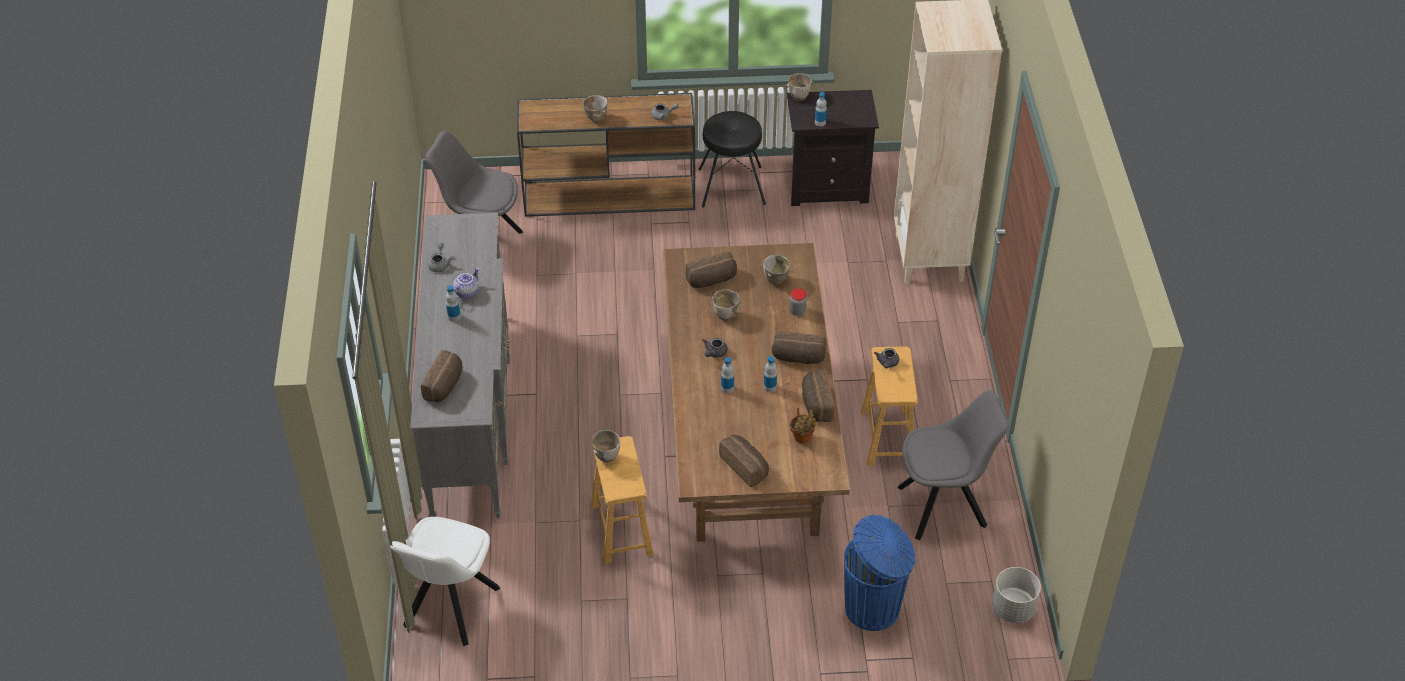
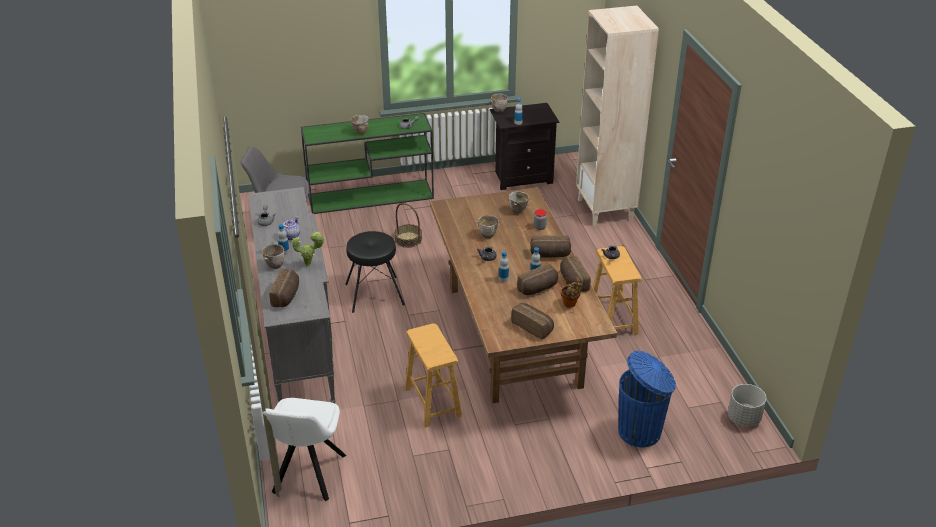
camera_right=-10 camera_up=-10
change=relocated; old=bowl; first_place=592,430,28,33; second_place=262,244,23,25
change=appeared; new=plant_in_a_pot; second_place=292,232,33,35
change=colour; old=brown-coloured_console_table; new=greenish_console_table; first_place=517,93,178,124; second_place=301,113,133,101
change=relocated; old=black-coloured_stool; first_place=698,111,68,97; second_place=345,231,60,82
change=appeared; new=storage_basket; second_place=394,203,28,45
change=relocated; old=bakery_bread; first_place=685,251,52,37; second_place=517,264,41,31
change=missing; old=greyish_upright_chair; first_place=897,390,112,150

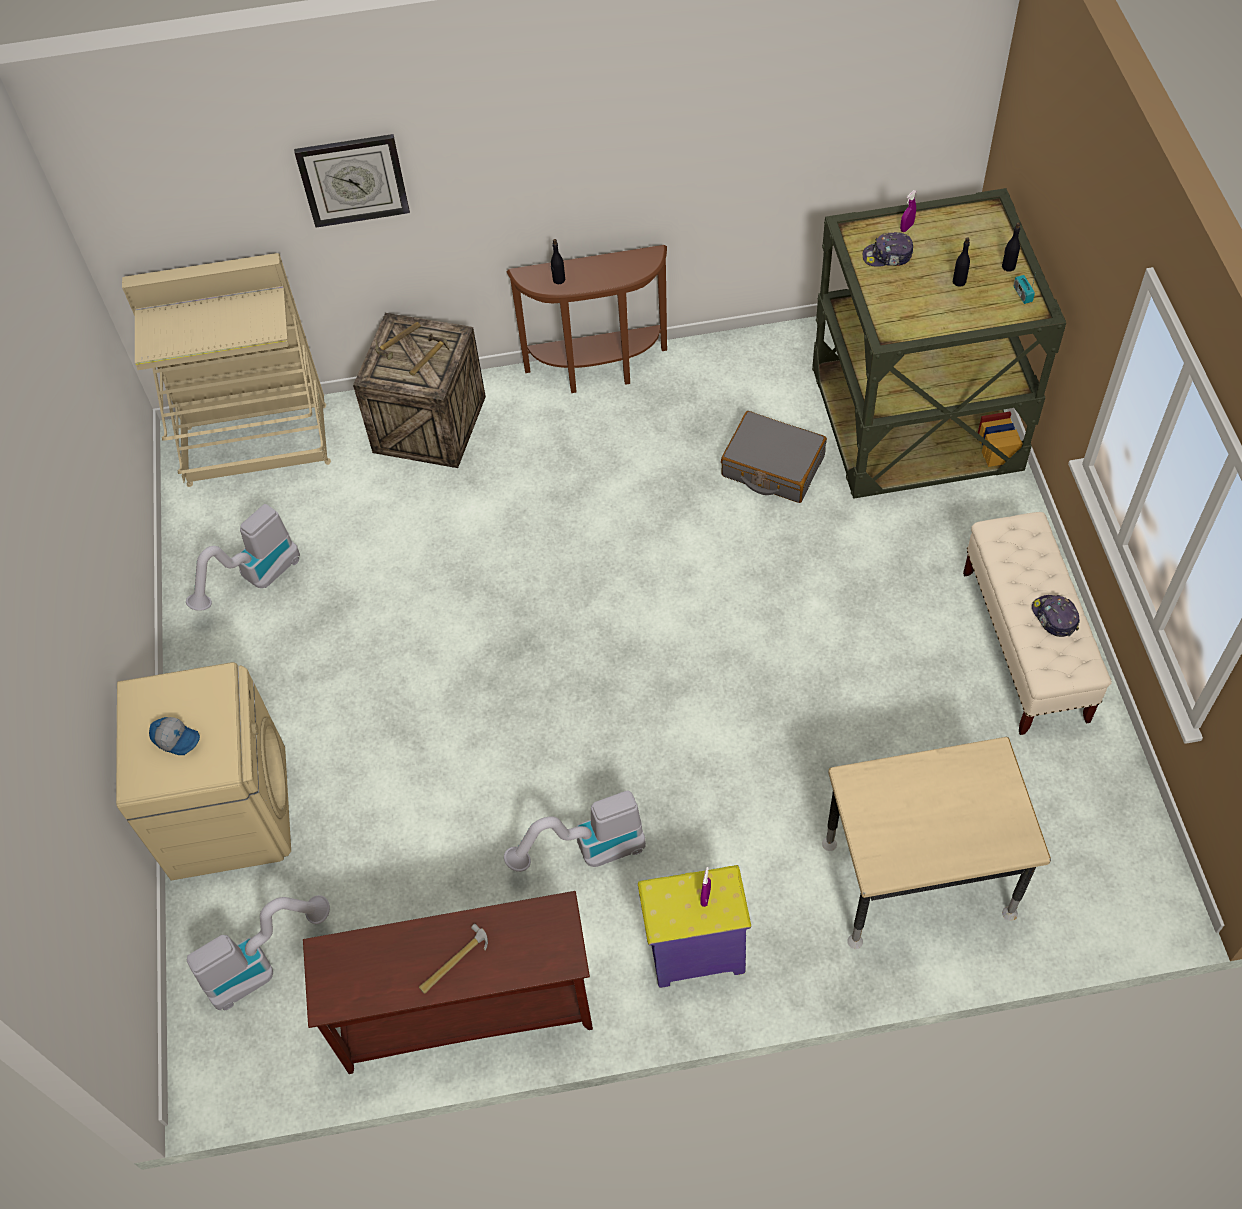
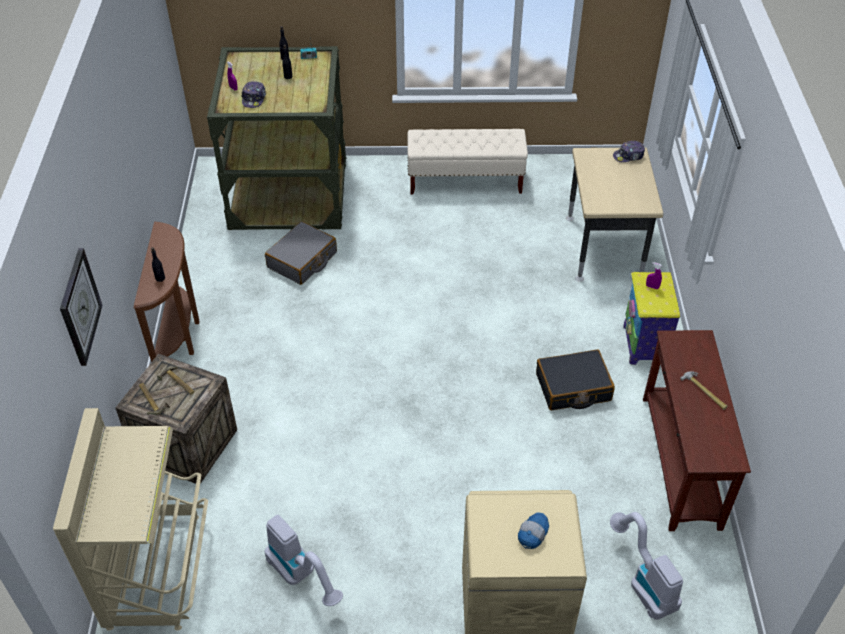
camera_right=-85 camera_up=-10
change=exchanged; old=vacuum; new=black-coloured_suitcase; first_place=504,790,142,82; second_place=536,349,79,61
change=relocated; old=peaked_cap; first_place=1032,595,48,42; second_place=613,141,32,21

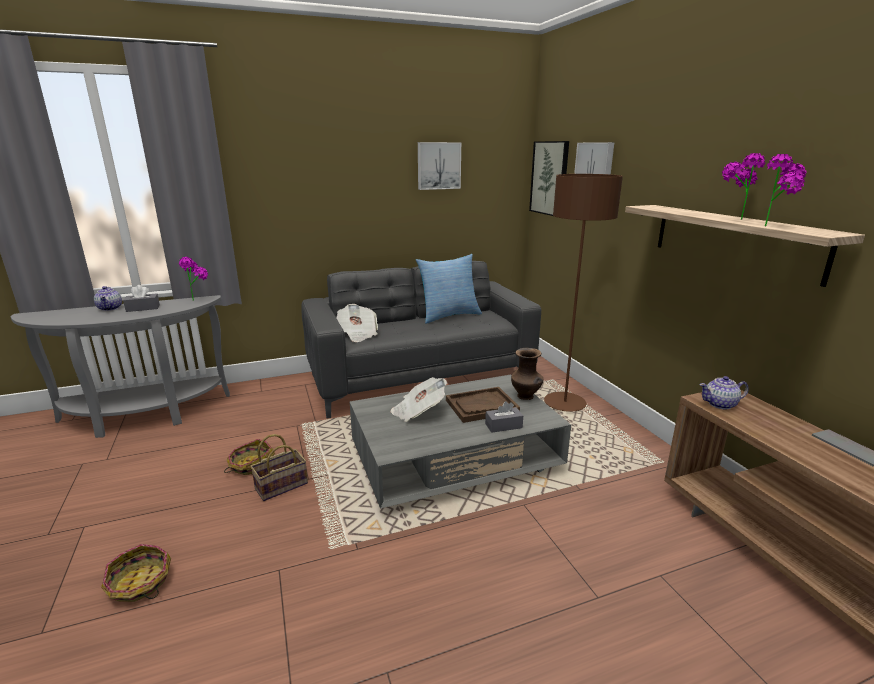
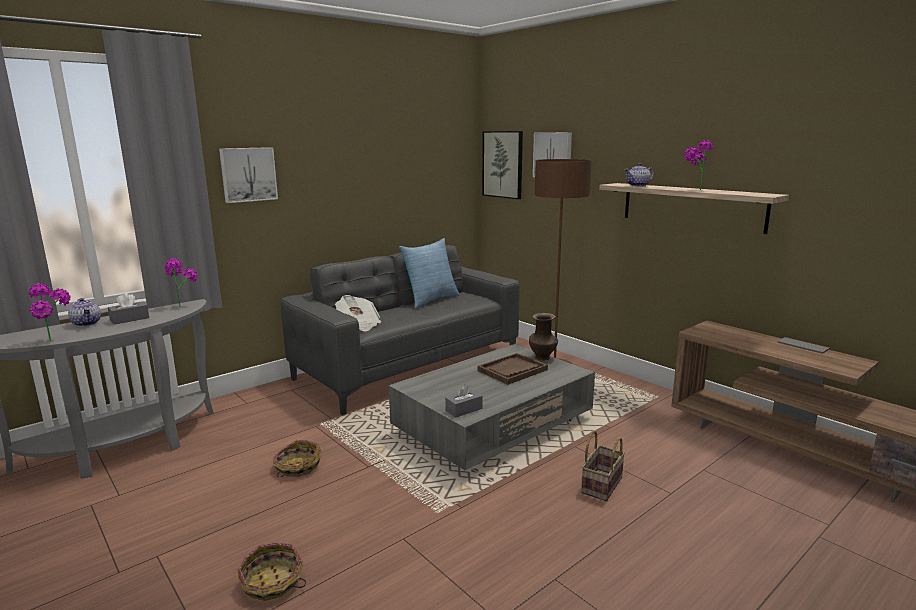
camera_right=-20 camera_up=-5
change=relocated; old=plant_in_a_pot; first_place=765,154,41,72; second_place=29,283,42,58
change=relocated; old=picture; first_place=418,142,43,48; second_place=219,147,59,56
change=relocated; old=greyish_box_of_tissues; first_place=485,401,38,32; second_place=445,384,38,34
change=relocated; old=storage_basket; first_place=250,434,58,67; second_place=581,430,44,71
change=relocated; old=teapot; first_place=699,376,50,34; second_place=624,163,30,24
change=missing; old=printed_paper; first_place=391,377,56,45

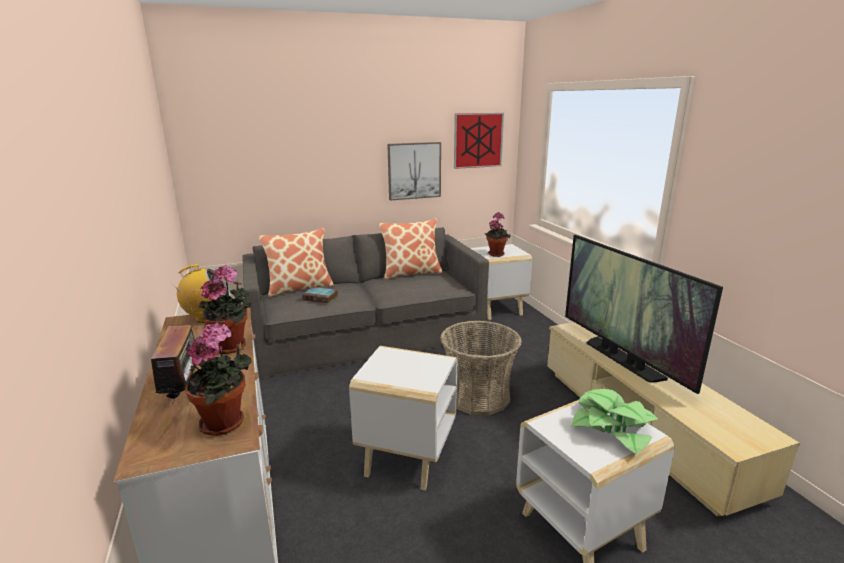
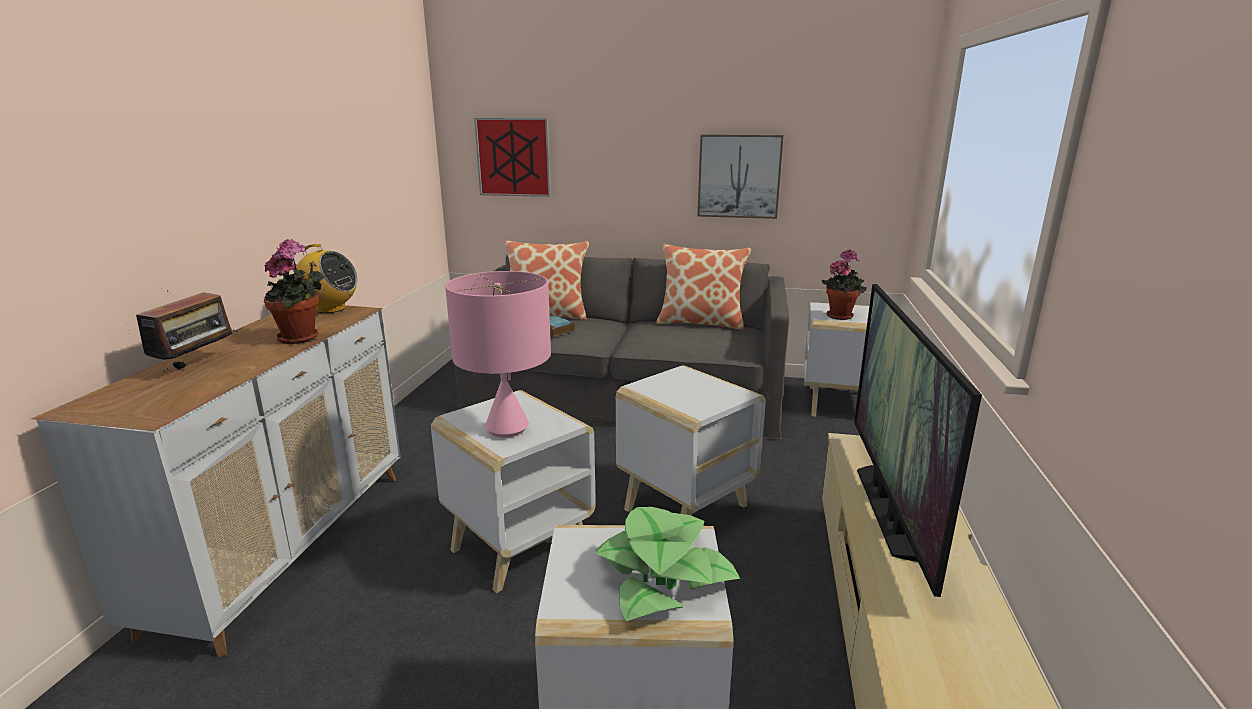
camera_right=30 camera_up=0
change=appeared; new=pinkish_lamp_for_a_table; second_place=445,271,106,167
change=relocated; old=picture; first_place=454,113,50,56; second_place=474,118,77,79
change=exchanged; old=storage_basket; new=white_side_table; first_place=440,320,82,95; second_place=616,365,150,151
change=missing; old=plant_in_a_pot; first_place=185,322,67,114

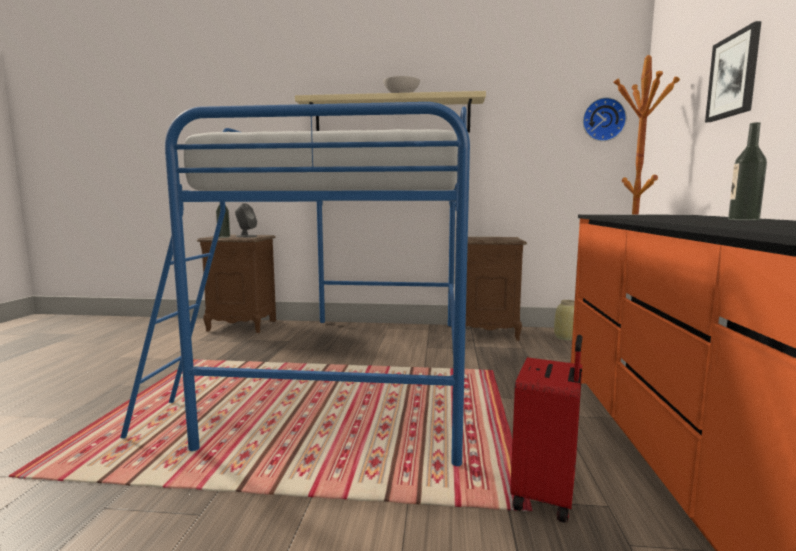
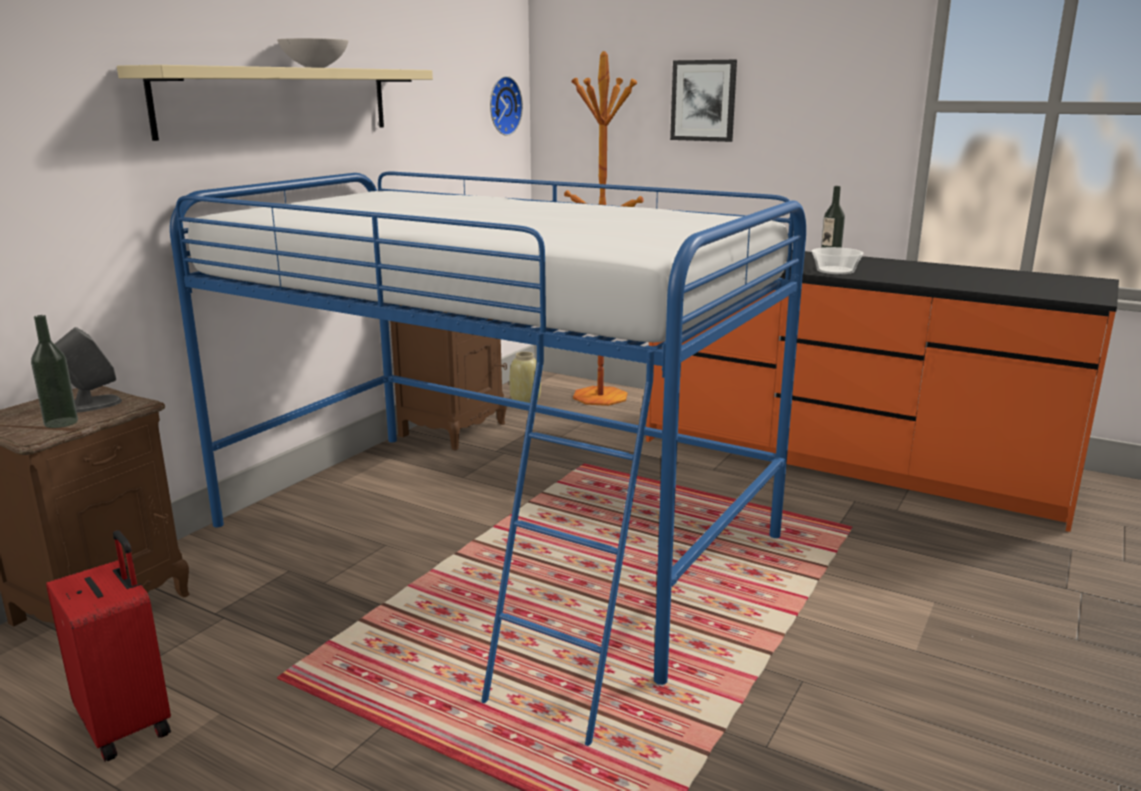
camera_right=-65 camera_up=10
change=relocated; old=red-coloured_suitcase; first_place=510,335,72,188; second_place=46,530,125,232
change=appeared; new=bowl; second_place=812,247,52,27

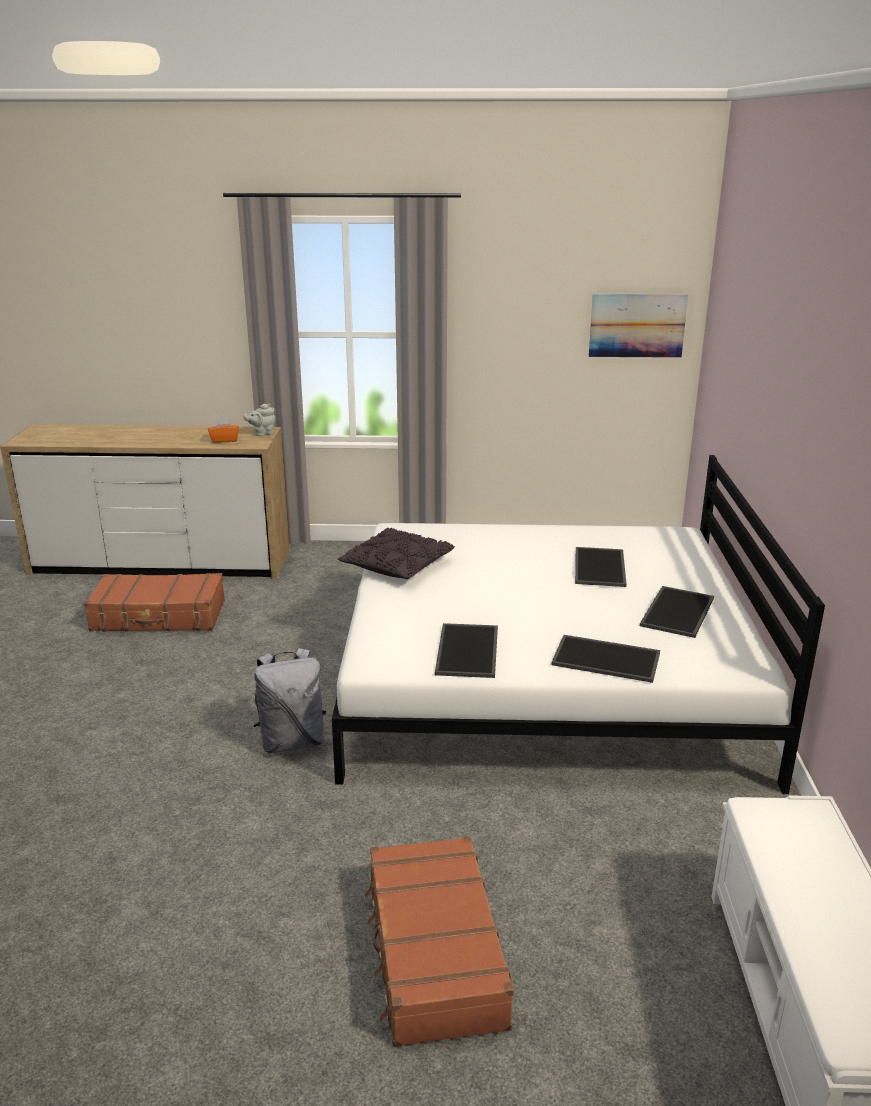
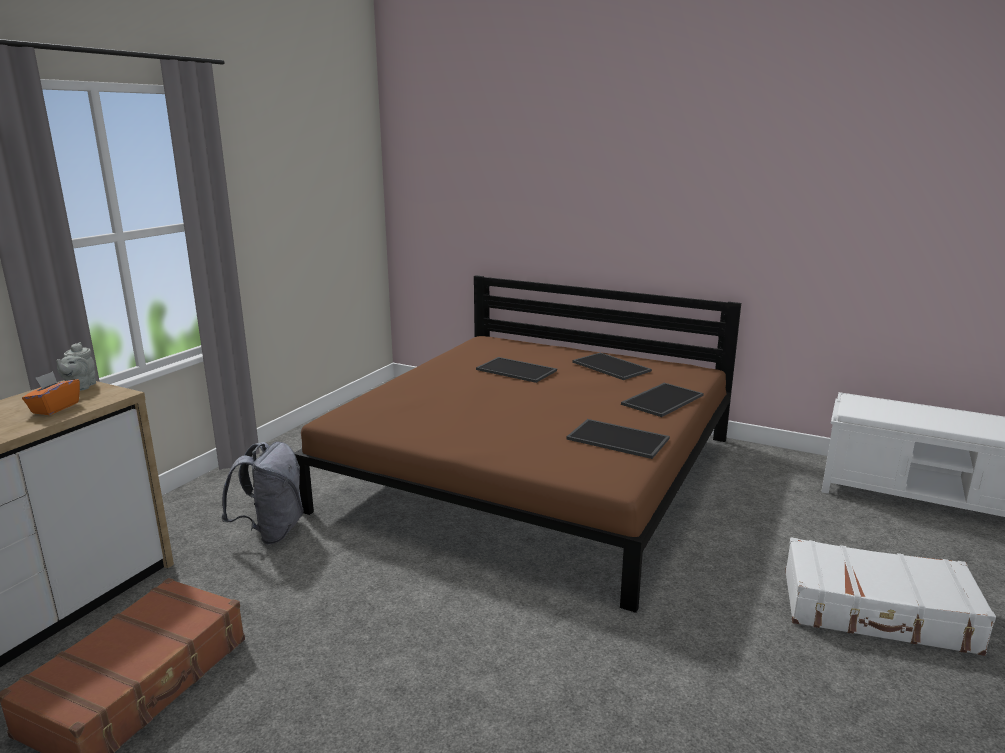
camera_right=-65 camera_up=-5
change=relocated; old=greyish_backpack; first_place=254,648,72,105; second_place=221,442,83,103
change=colour; old=white_bed; new=brown-coloured_bed; first_place=332,455,493,339; second_place=295,275,446,338
change=colour; old=brown-coloured_suitcase; new=white_suitcase; first_place=364,836,150,211; second_place=785,537,211,119
change=missing; old=black-coloured_throw_pillow; first_place=338,528,117,51
change=missing; old=picture; first_place=589,294,99,64

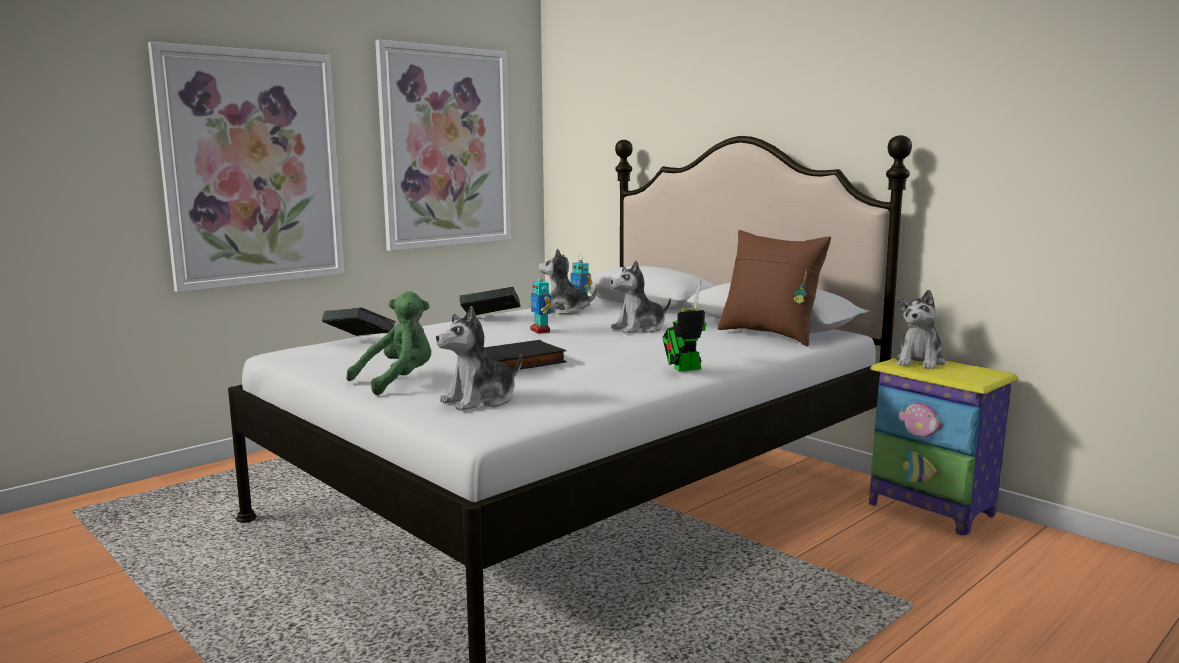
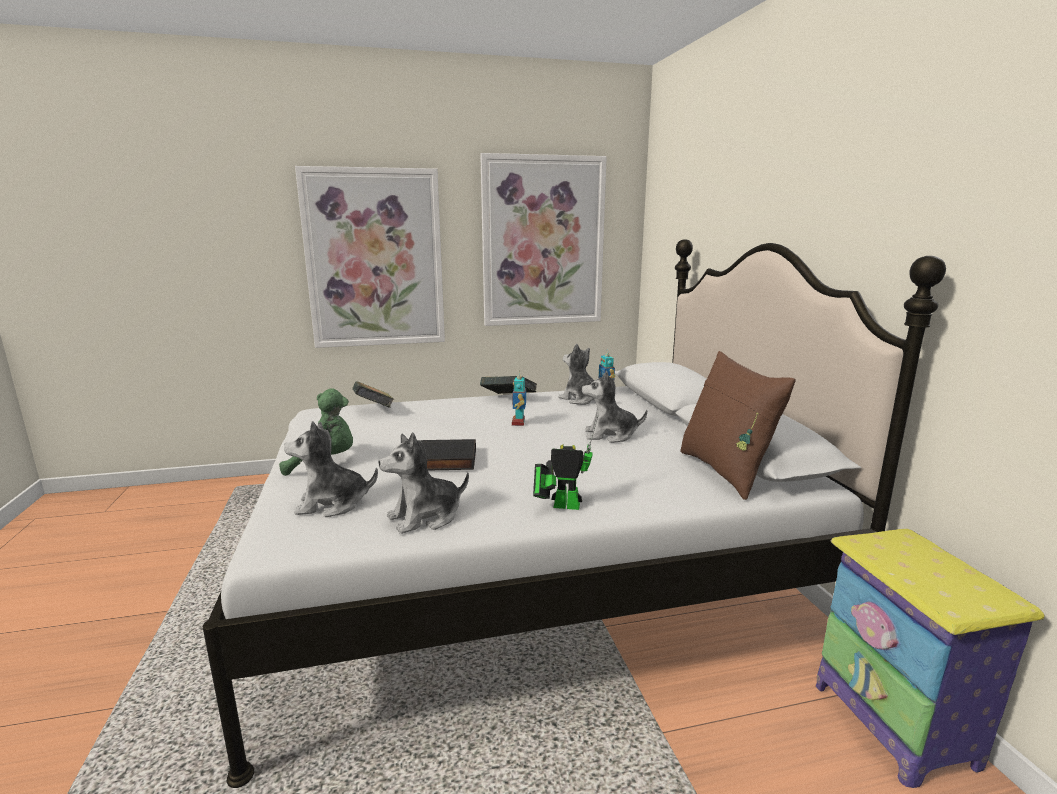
camera_right=30 camera_up=5
change=relocated; old=soft_toy; first_place=896,290,49,79; second_place=378,432,91,102

